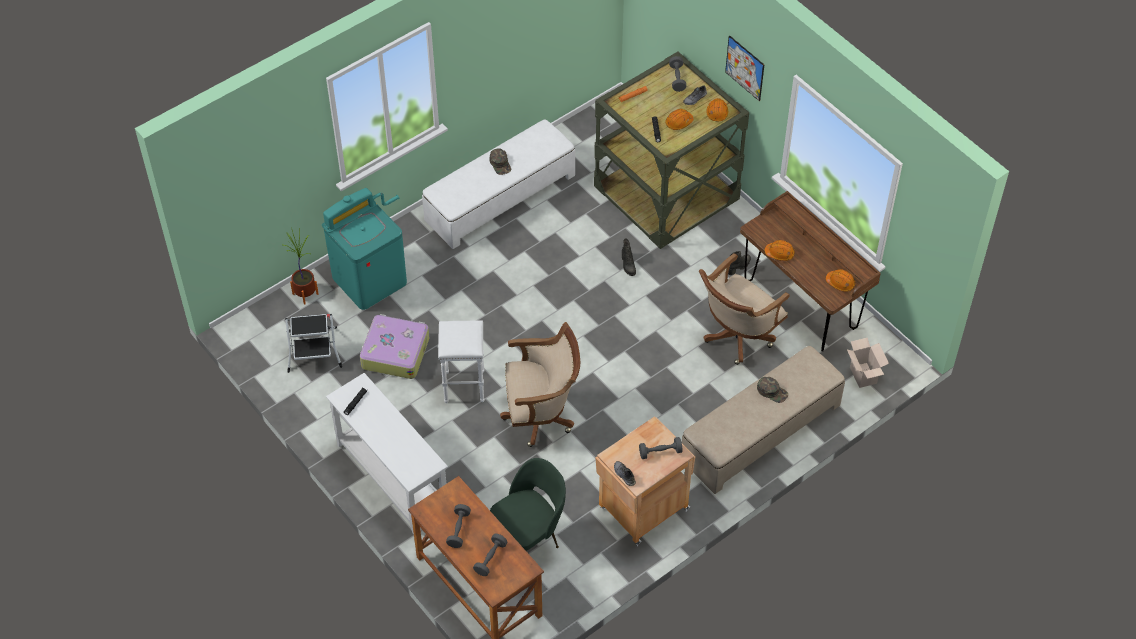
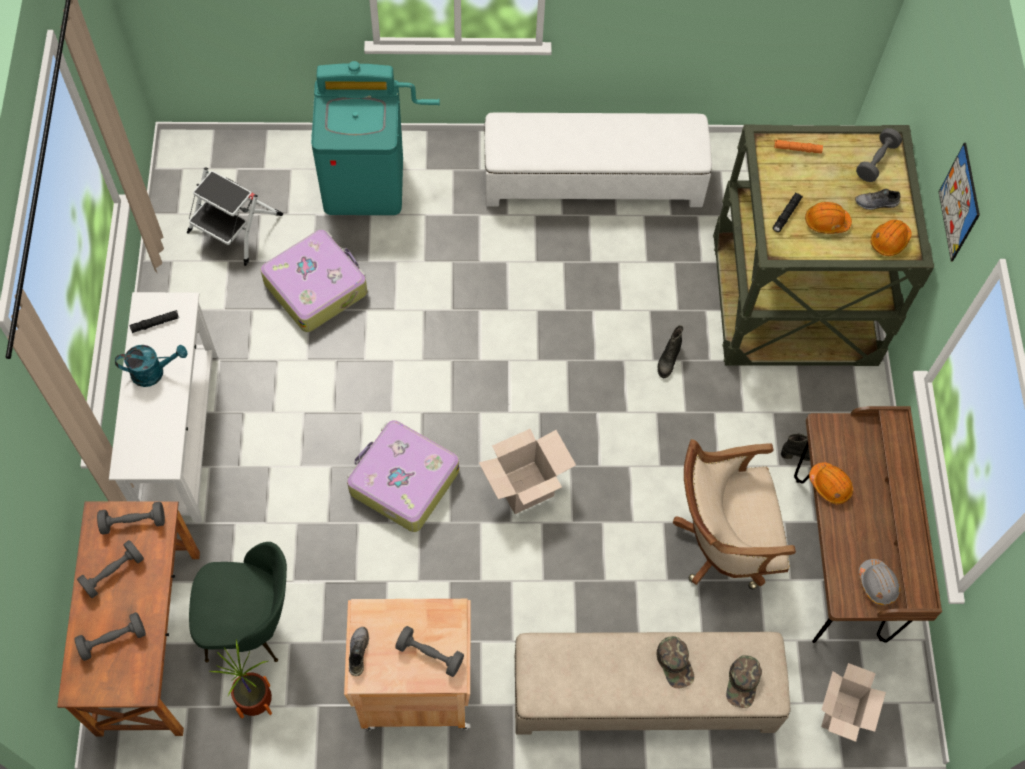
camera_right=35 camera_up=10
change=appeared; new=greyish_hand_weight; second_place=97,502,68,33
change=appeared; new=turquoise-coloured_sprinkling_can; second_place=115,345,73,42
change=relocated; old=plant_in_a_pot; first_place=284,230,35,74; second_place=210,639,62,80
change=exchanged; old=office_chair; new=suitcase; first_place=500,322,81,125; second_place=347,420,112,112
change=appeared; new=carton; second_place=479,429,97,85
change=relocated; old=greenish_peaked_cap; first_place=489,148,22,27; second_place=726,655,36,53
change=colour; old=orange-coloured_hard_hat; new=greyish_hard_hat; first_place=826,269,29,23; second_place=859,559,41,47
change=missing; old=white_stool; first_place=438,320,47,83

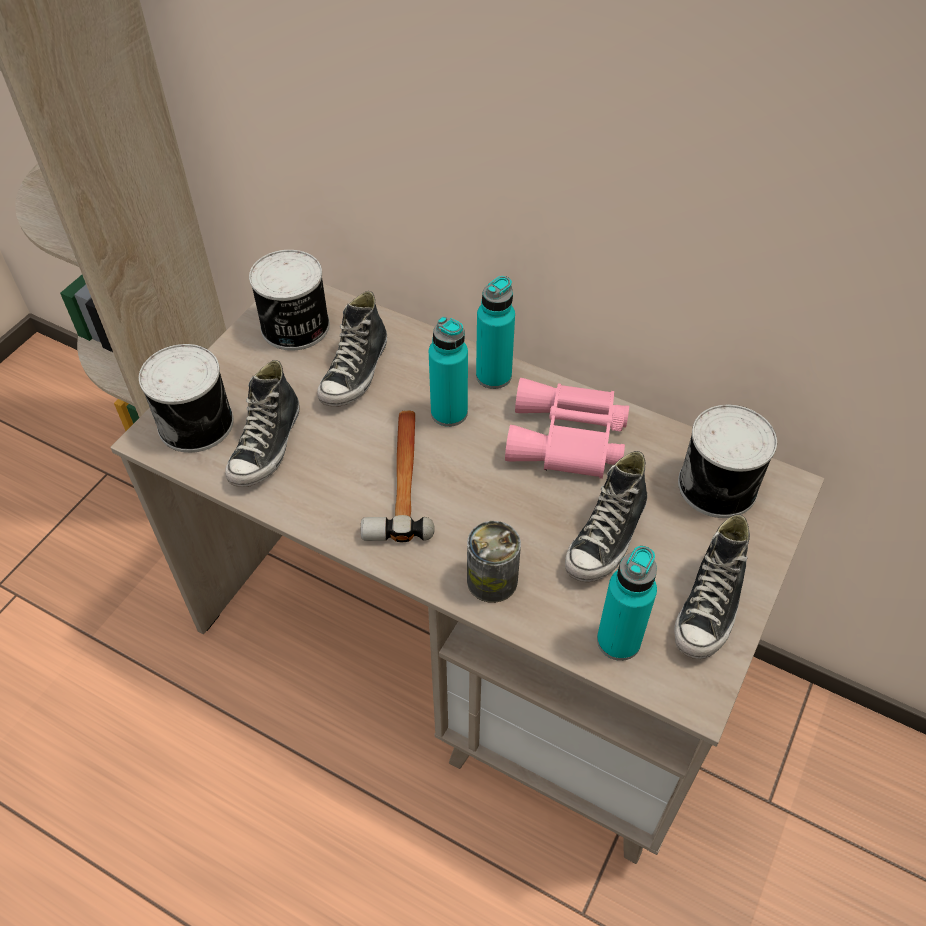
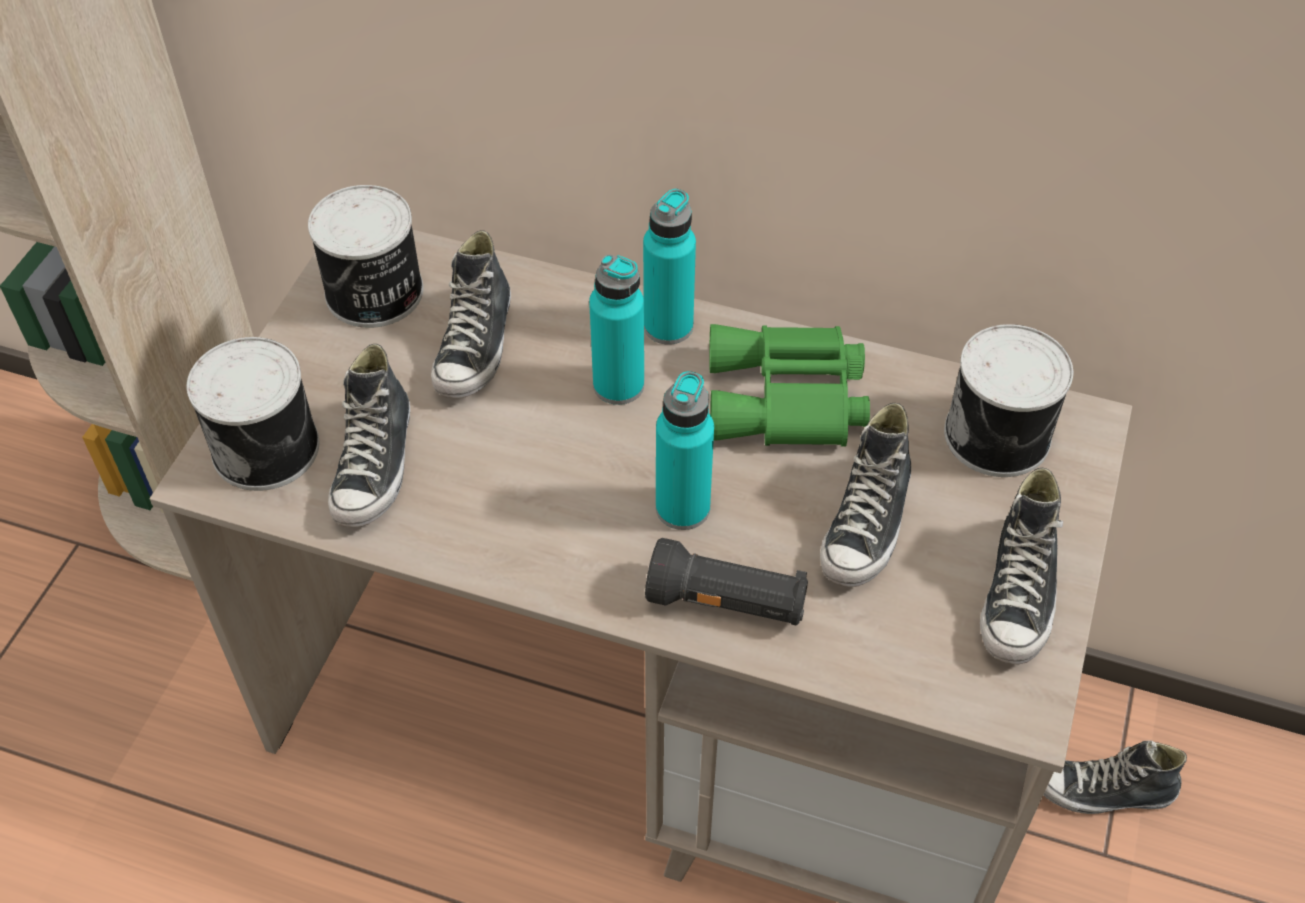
camera_right=-10 camera_up=0
change=exchanged; old=metal_can; new=black-coloured_torch; first_place=467,521,54,82; second_place=645,538,163,88
change=relocated; old=turquoise-coloured_bottle; first_place=597,546,60,115; second_place=656,371,58,159
change=colour; old=pinkish_field_glasses; new=greenish_field_glasses; first_place=505,378,124,101; second_place=709,324,161,123
change=appeared; new=shoe; second_place=1043,740,144,74
change=missing; old=tool_hammer; first_place=361,410,74,132

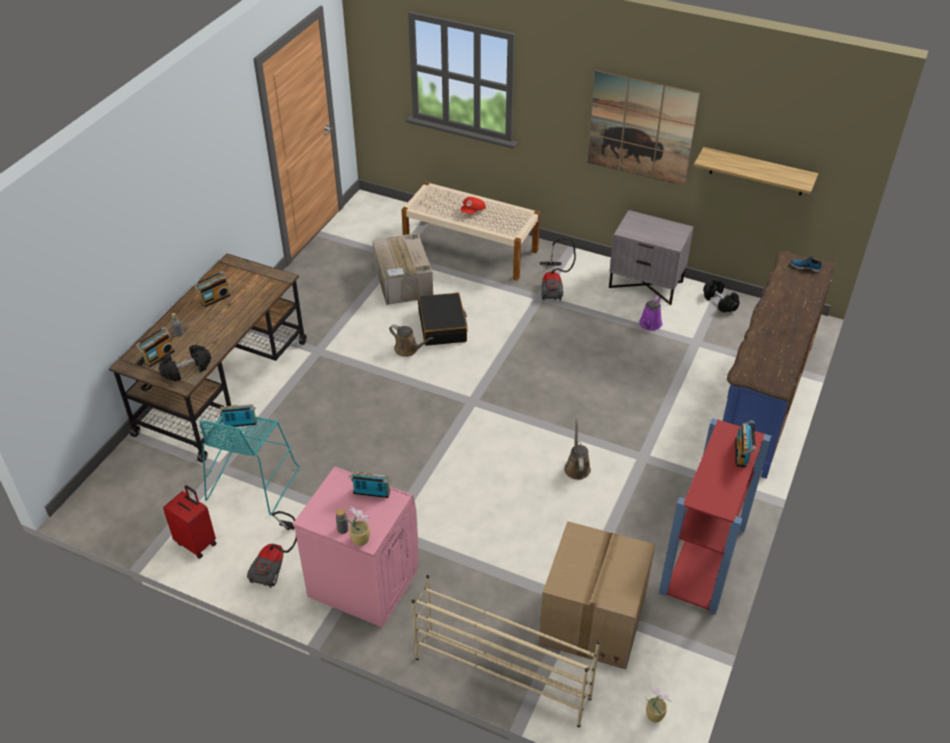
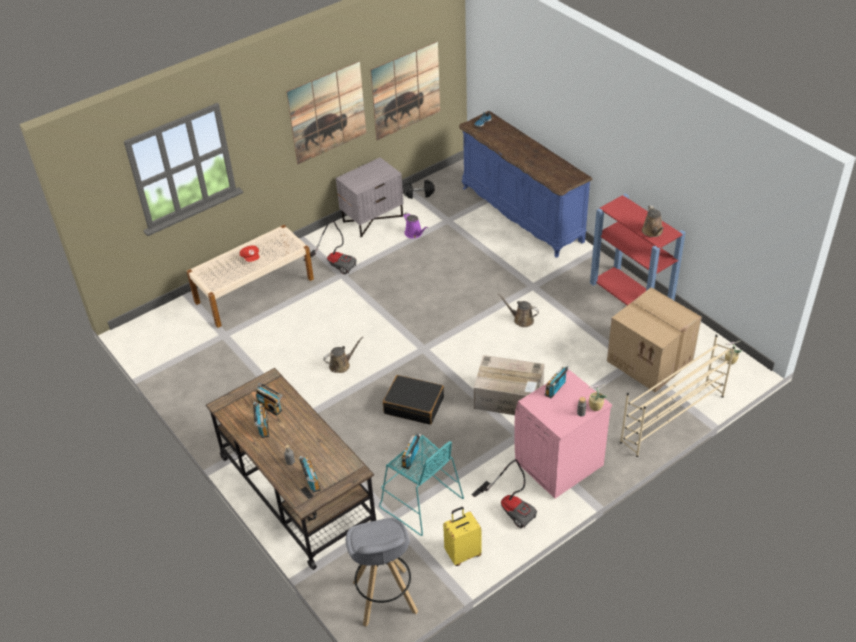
camera_right=-60 camera_up=0
change=relocated; old=radio; first_place=735,420,21,47; second_place=256,383,26,33
change=appeared; new=greyish_stool; second_place=346,518,72,109
change=exchanged; old=shelf; new=picture; first_place=694,147,124,48; second_place=370,41,70,99
change=relocated; old=black-coloured_suitcase; first_place=418,293,50,53; second_place=383,375,61,50
change=colour; old=red-coloured_suitcase; new=yellow_suitcase; first_place=163,485,53,74; second_place=443,507,38,59
change=relocated; old=carton; first_place=372,233,61,72; second_place=474,355,71,60
change=appeared; new=brown-coloured_sprinkling_can; second_place=642,205,22,32
change=missing; old=black-coloured_hand_weight; first_place=159,345,52,37

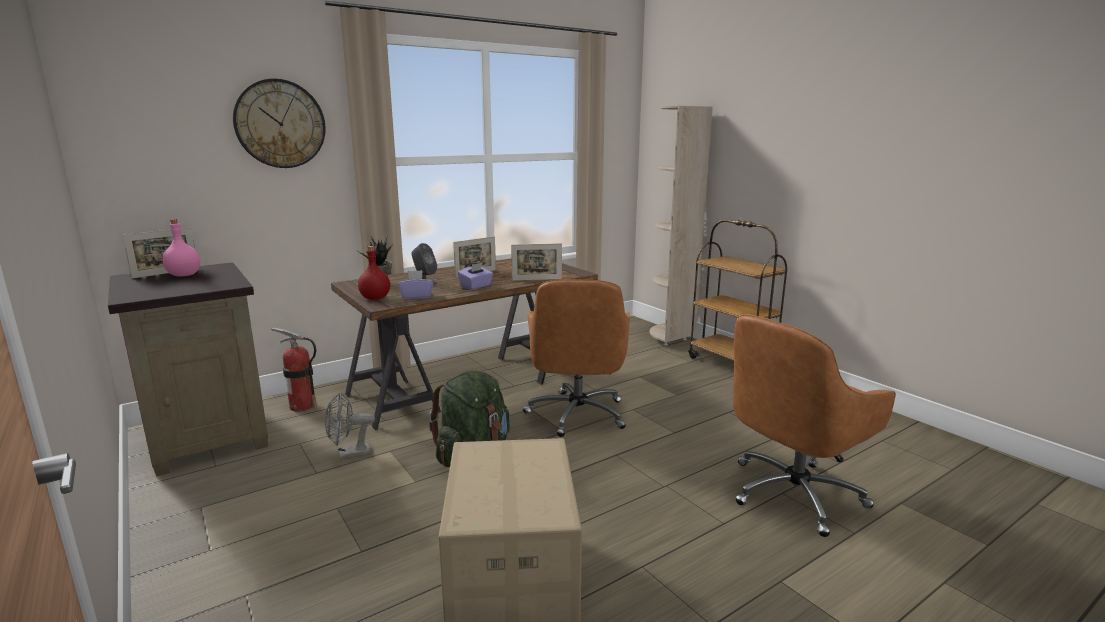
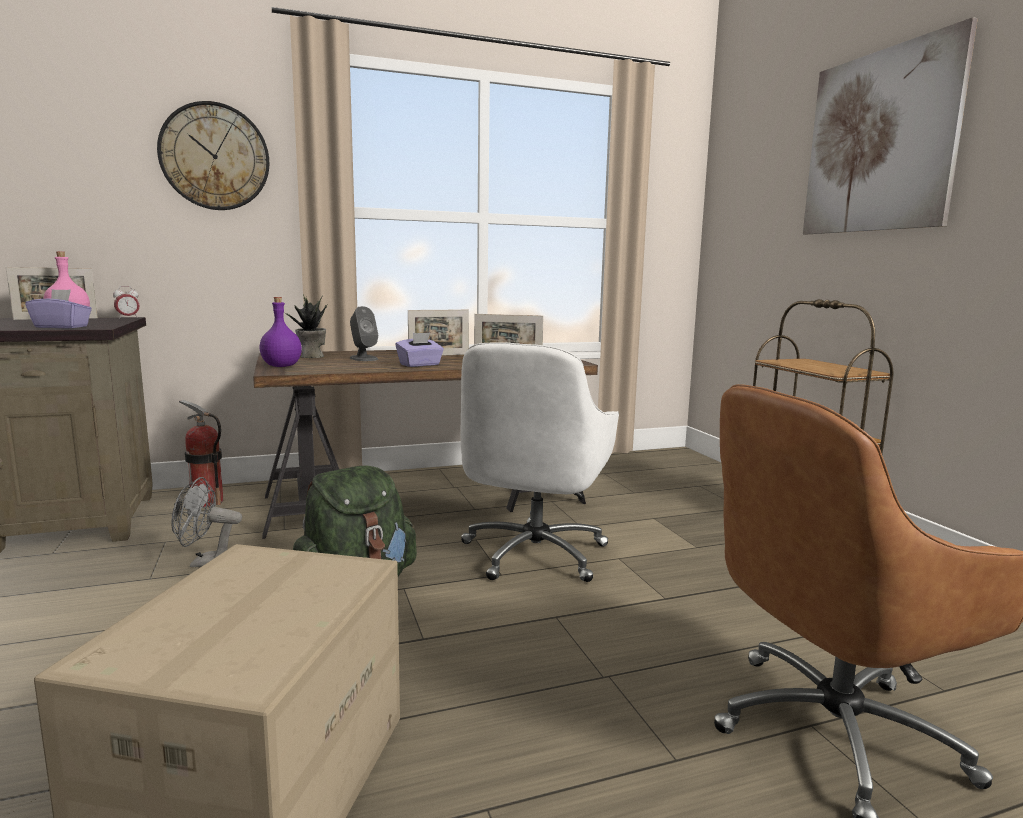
camera_right=15 camera_up=-5
change=relocated; old=purplish_box_of_tissues; first_place=398,270,35,29; second_place=25,289,67,40
change=appeared; new=table_clock; second_place=113,286,27,33
change=colour; old=red-coloured_bottle; new=purplish_bottle; first_place=358,246,32,54; second_place=259,297,43,70
change=colour; old=brown-coloured_office_chair; new=white_office_chair; first_place=523,279,107,158; second_place=461,343,158,239
change=appeared; new=picture; second_place=803,17,175,217
change=missing; old=beige_bookcase; first_place=650,106,63,240

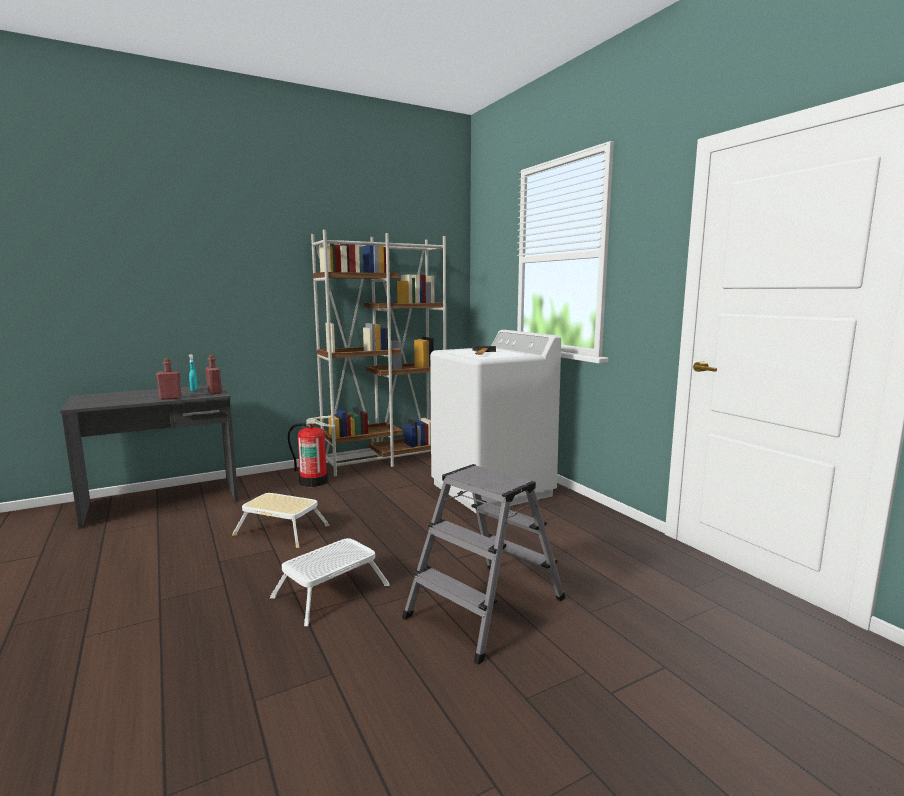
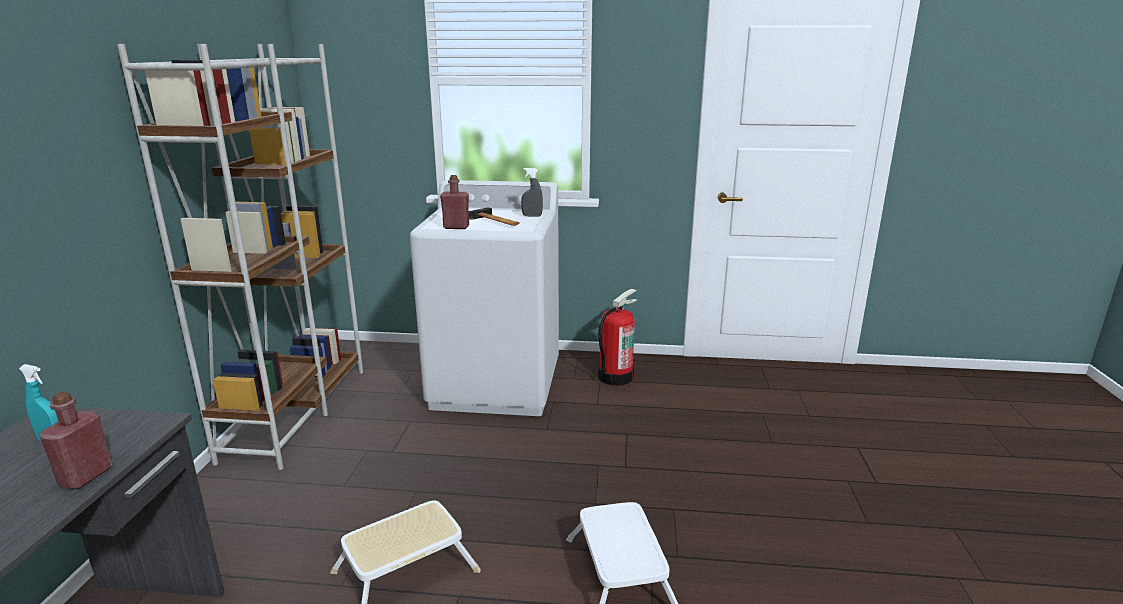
camera_right=-55 camera_up=10
change=relocated; old=red-coloured_bottle; first_place=205,355,17,39; second_place=440,175,29,54
change=appeared; new=greyish_hand_sprayer; second_place=521,168,22,48
change=relocated; old=extinguisher; first_place=287,416,49,71; second_place=598,289,39,97
change=missing; old=greyish_stepladder; first_place=402,464,164,201

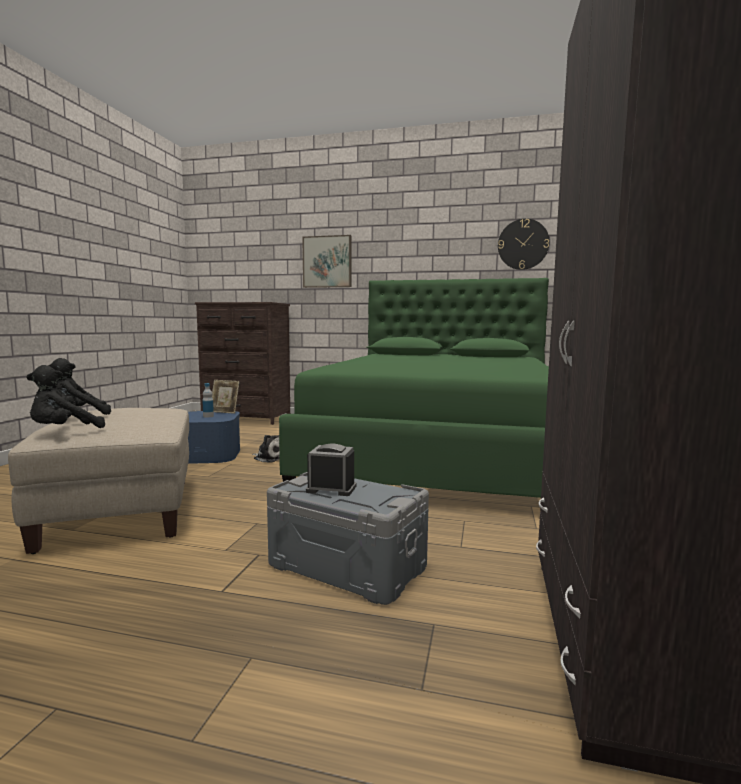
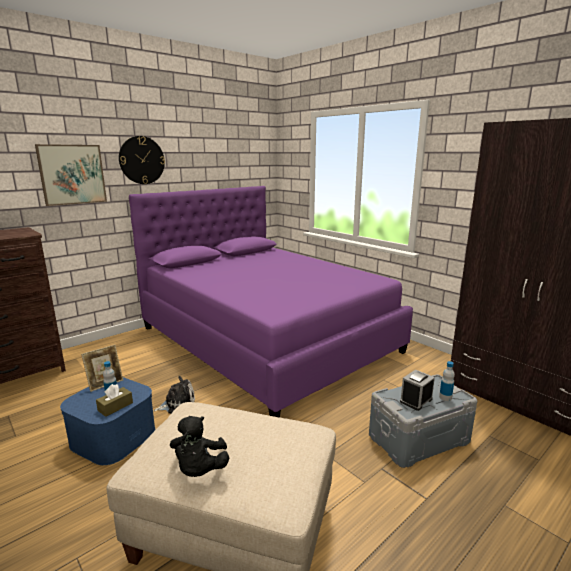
camera_right=-55 camera_up=10
change=appeared; new=brown-coloured_box_of_tissues; second_place=96,384,37,33
change=relocated; old=hanging_clock; first_place=498,219,52,51; second_place=119,136,46,48
change=colour; old=greenish_bed; new=purplish_bed; first_place=279,278,270,220; second_place=129,186,284,231
change=appeared; new=bottle; second_place=439,361,16,40
change=missing; old=black-coloured_soft_toy; first_place=27,365,78,63

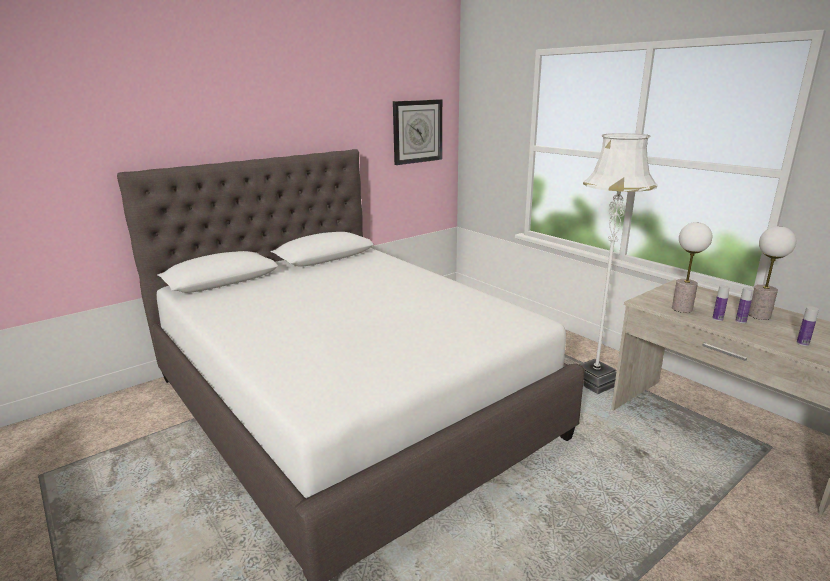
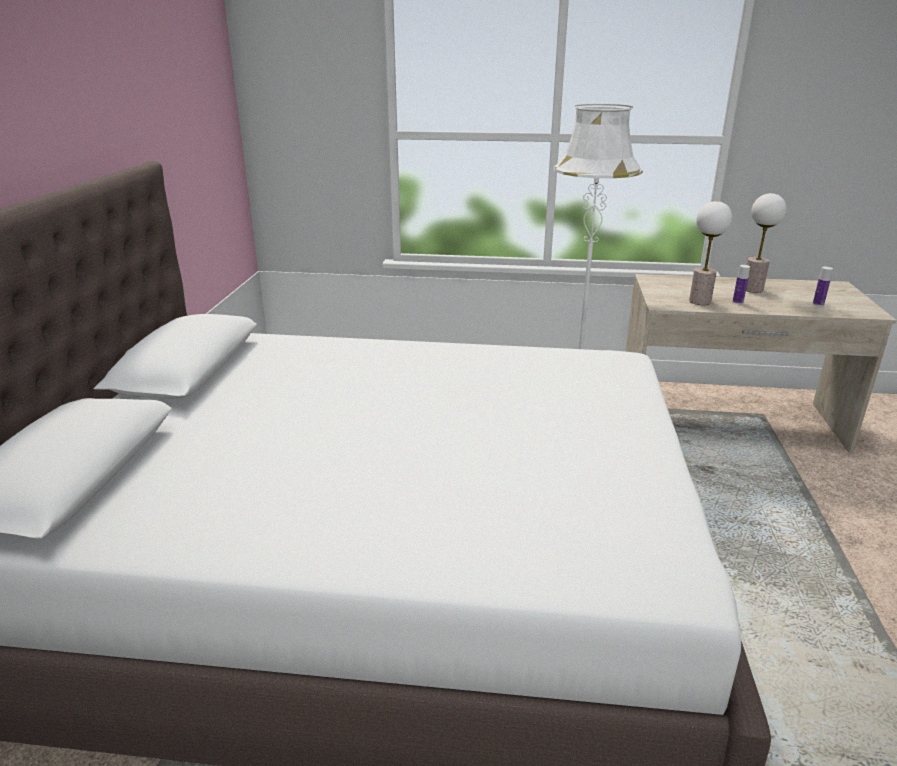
camera_right=-45 camera_up=5
change=missing; old=hanging_clock; first_place=393,99,49,66
change=missing; old=bottle; first_place=736,287,18,36

